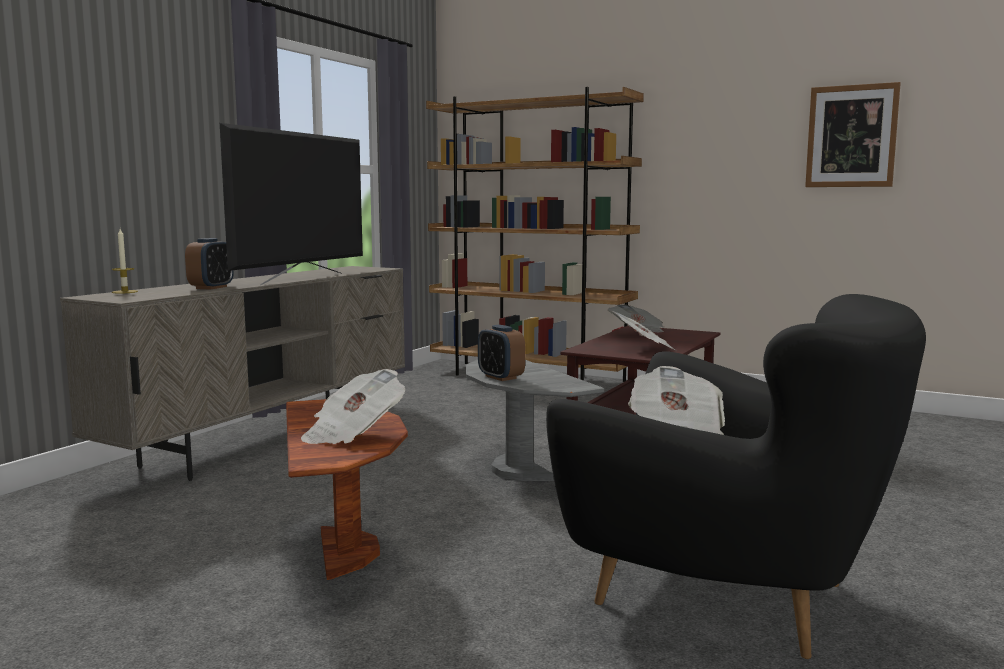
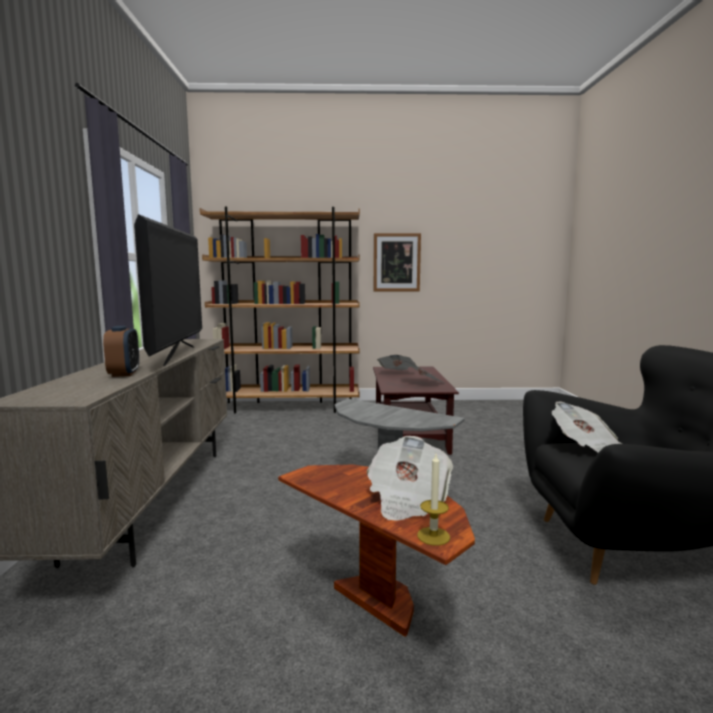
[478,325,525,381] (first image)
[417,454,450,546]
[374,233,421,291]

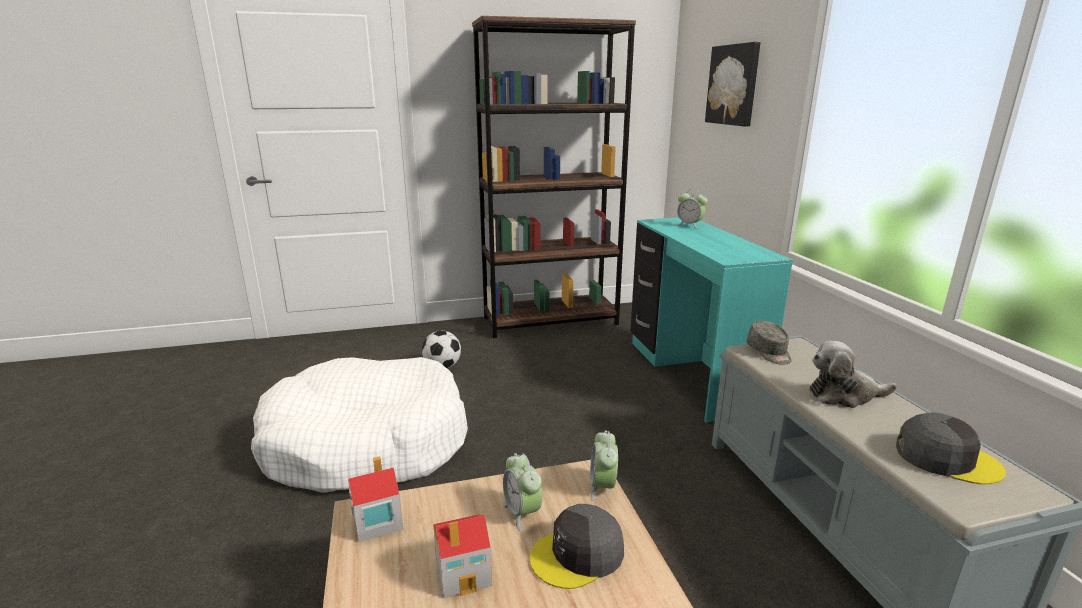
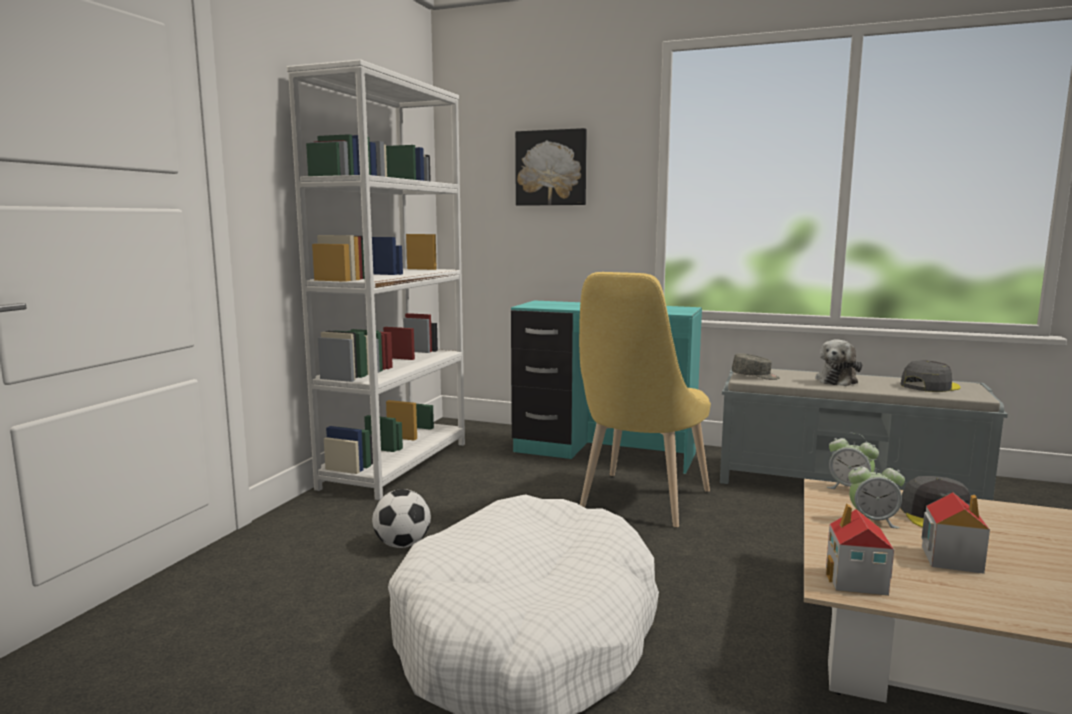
[676,189,707,229] (first image)
[579,272,711,528]
[287,59,465,500]

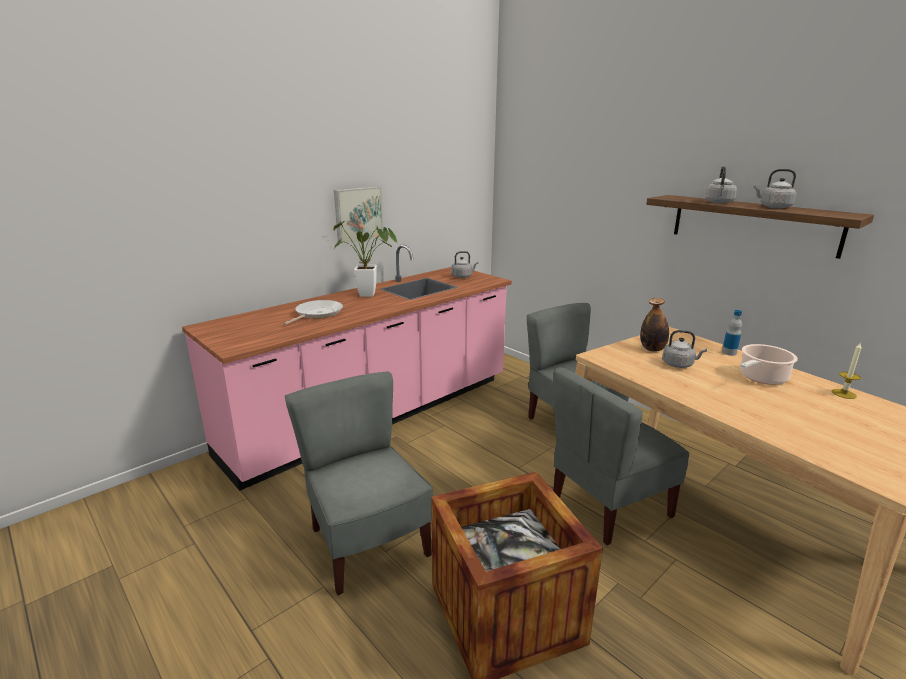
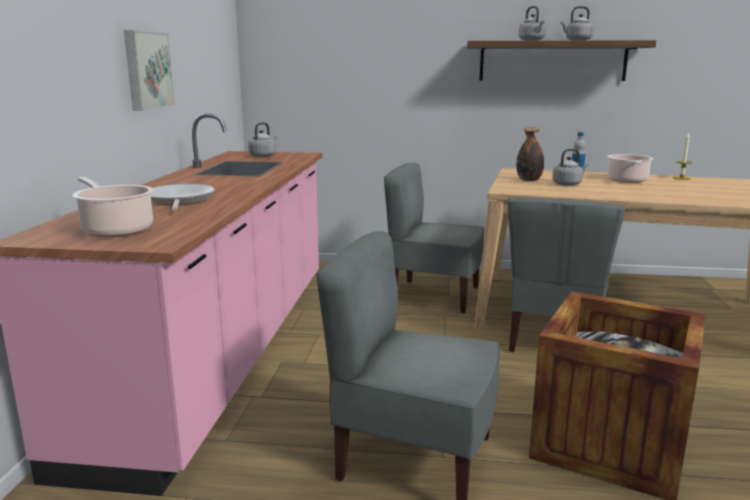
[333,221,397,297] (first image)
[72,177,154,237]

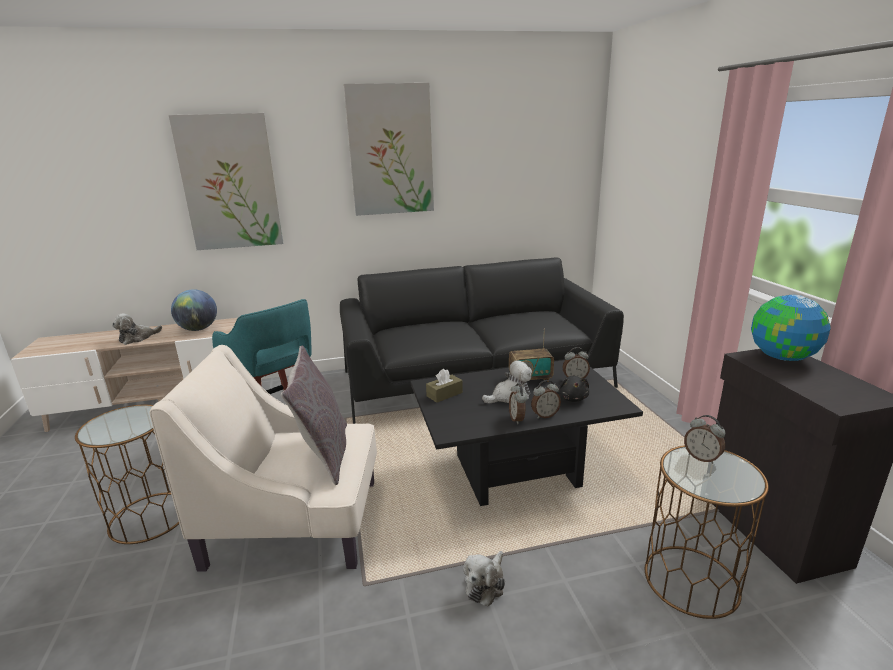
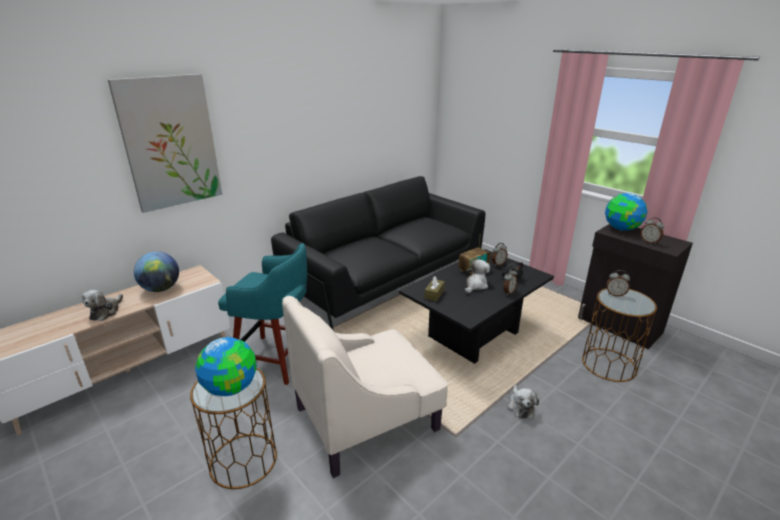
[281,345,347,485] (first image)
[344,83,434,216] (first image)
[195,337,257,396]
[641,217,664,244]

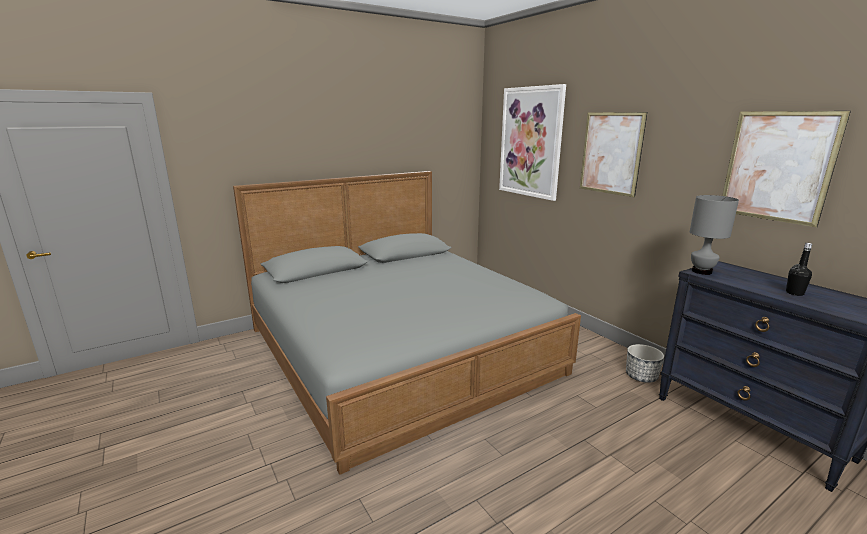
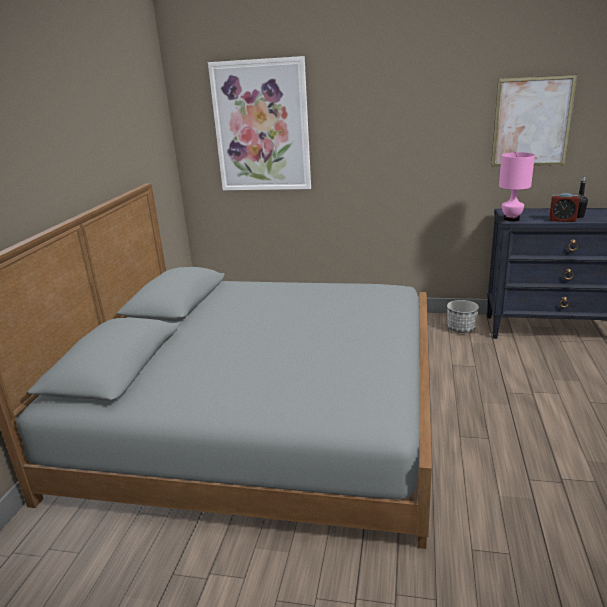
[580,112,647,197] (first image)
[549,193,580,222]
[499,152,535,221]

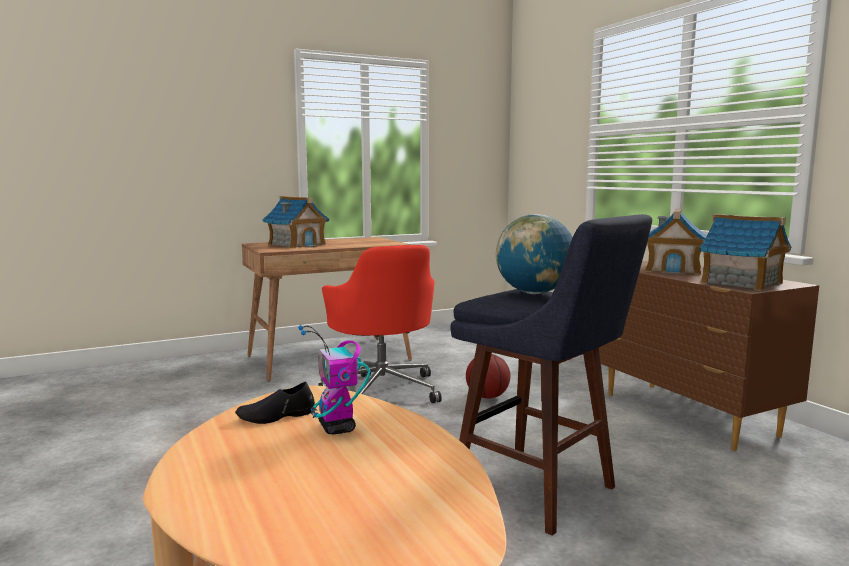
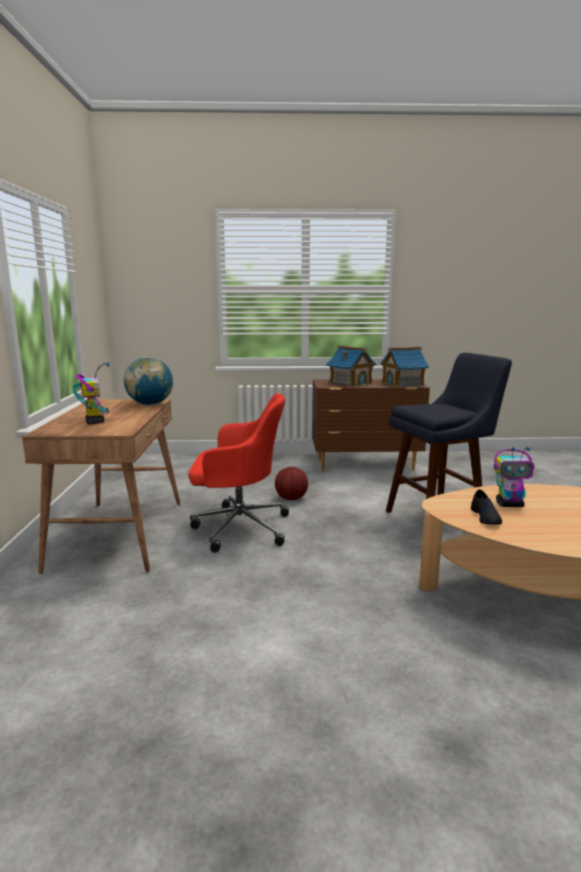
[124,357,173,406]
[73,362,110,424]

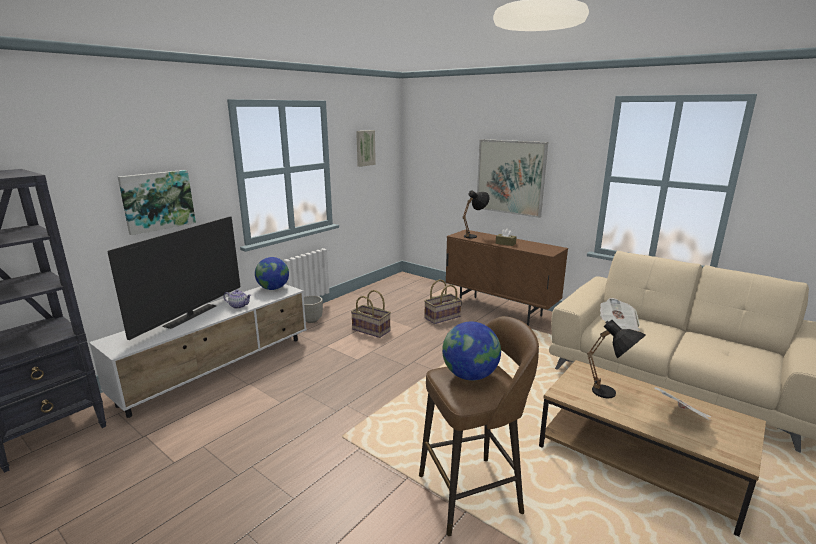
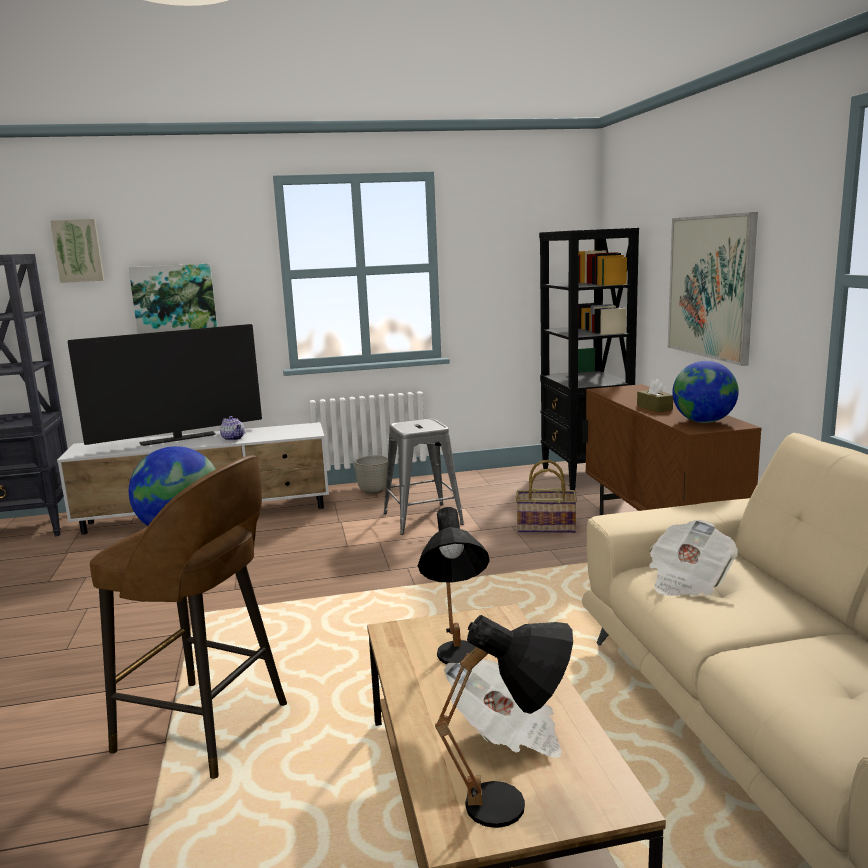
[539,228,639,490]
[672,361,739,423]
[50,219,104,283]
[435,615,573,828]
[384,419,464,535]

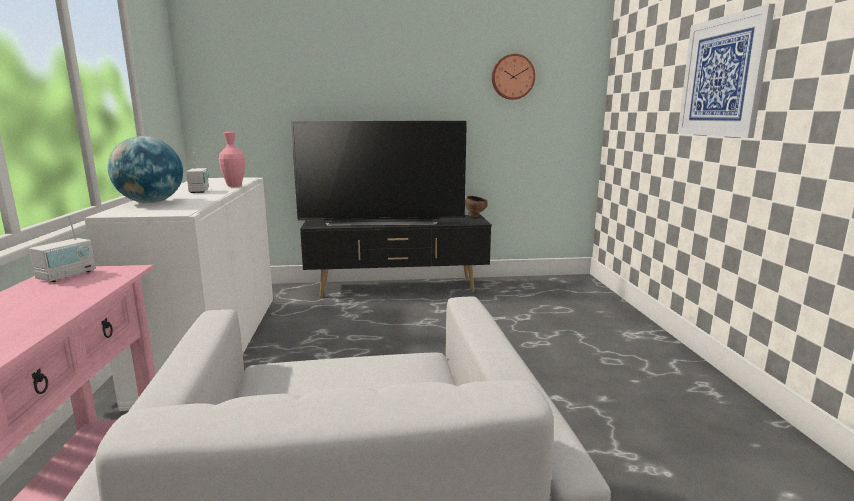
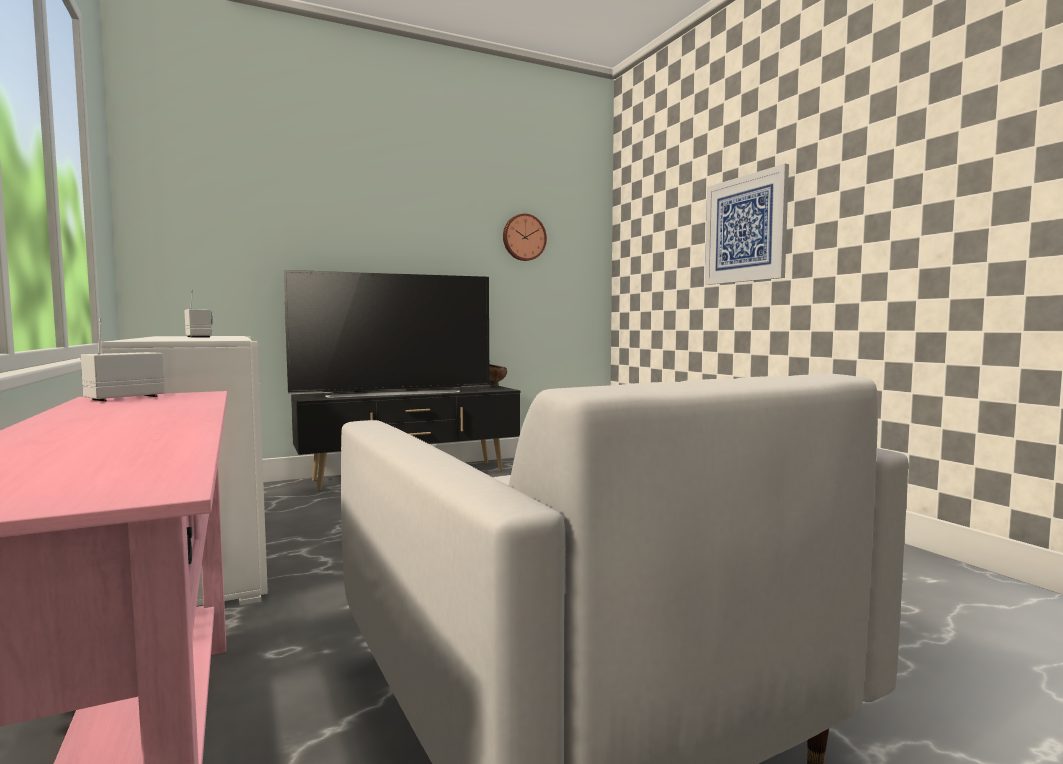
[108,136,183,203] (first image)
[219,132,245,187] (first image)
[81,318,165,402]

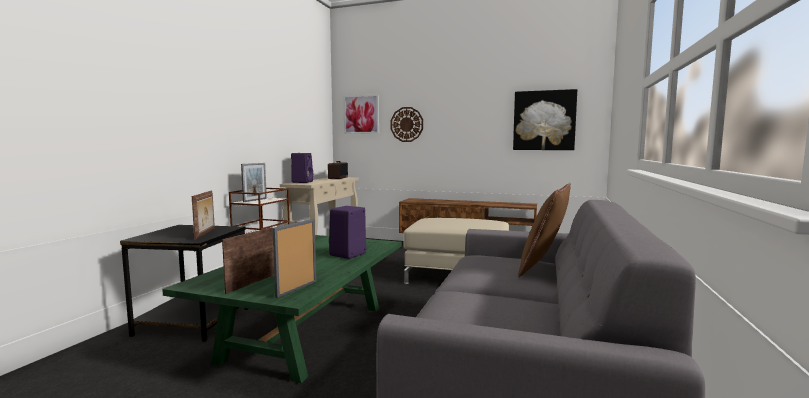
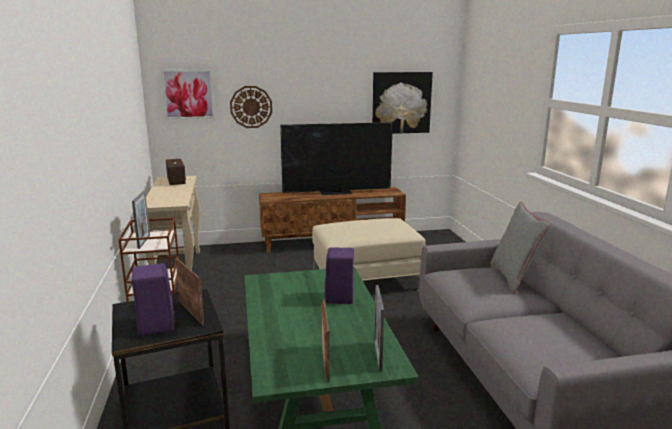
[280,122,393,195]
[132,263,175,336]
[491,202,549,293]

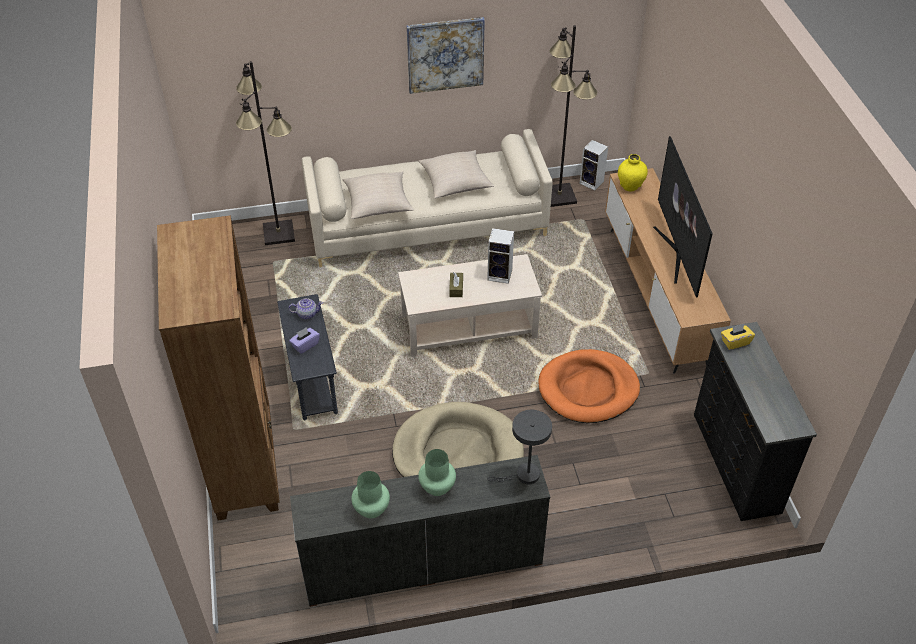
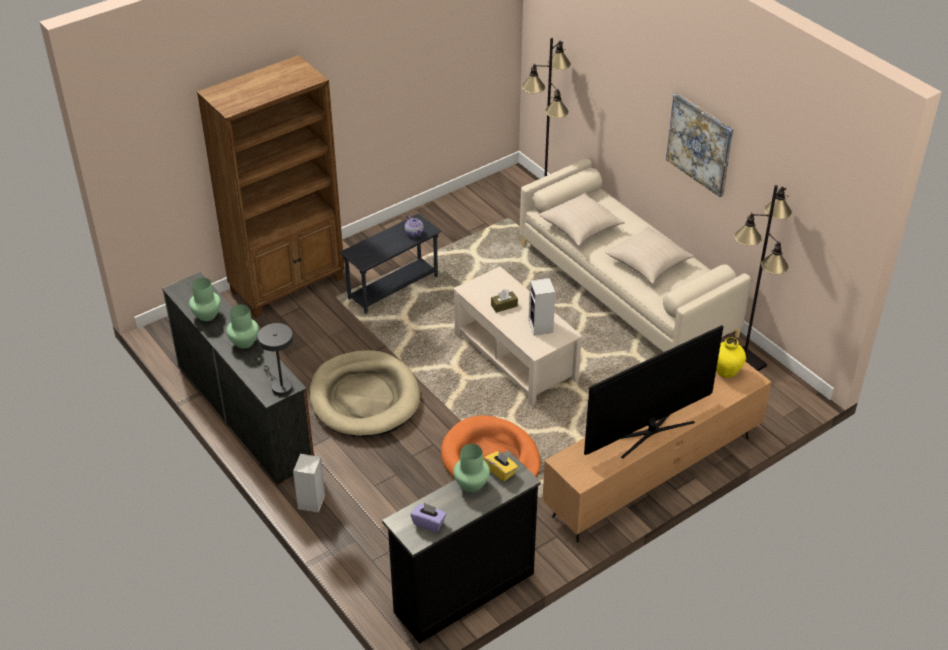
[453,444,490,492]
[411,503,447,532]
[293,454,325,513]

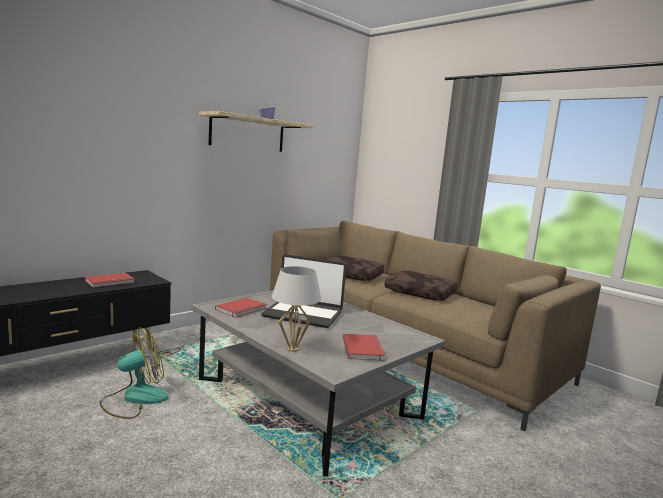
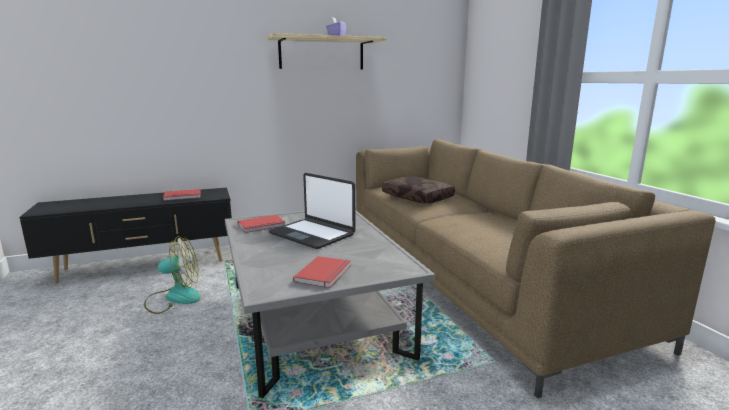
[272,266,321,352] (first image)
[384,271,457,301] (first image)

